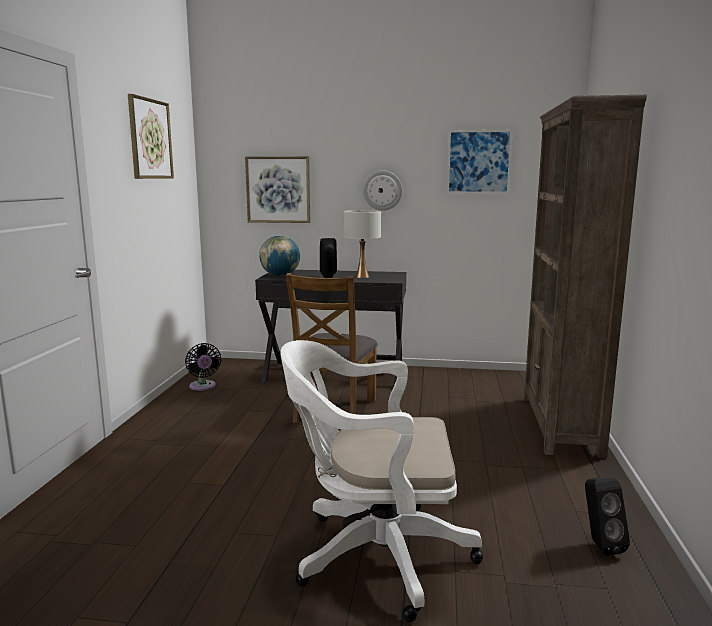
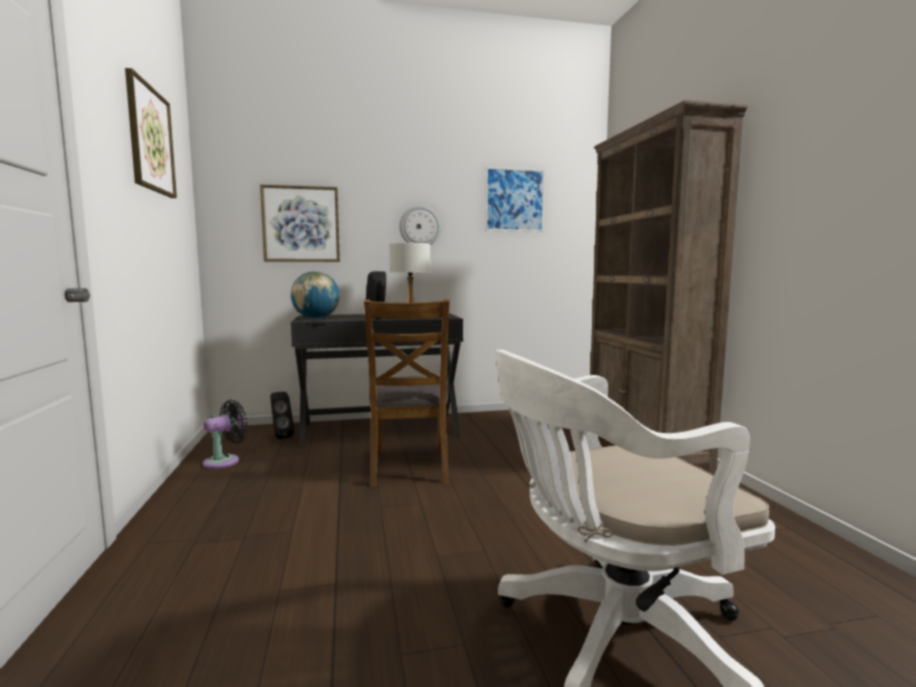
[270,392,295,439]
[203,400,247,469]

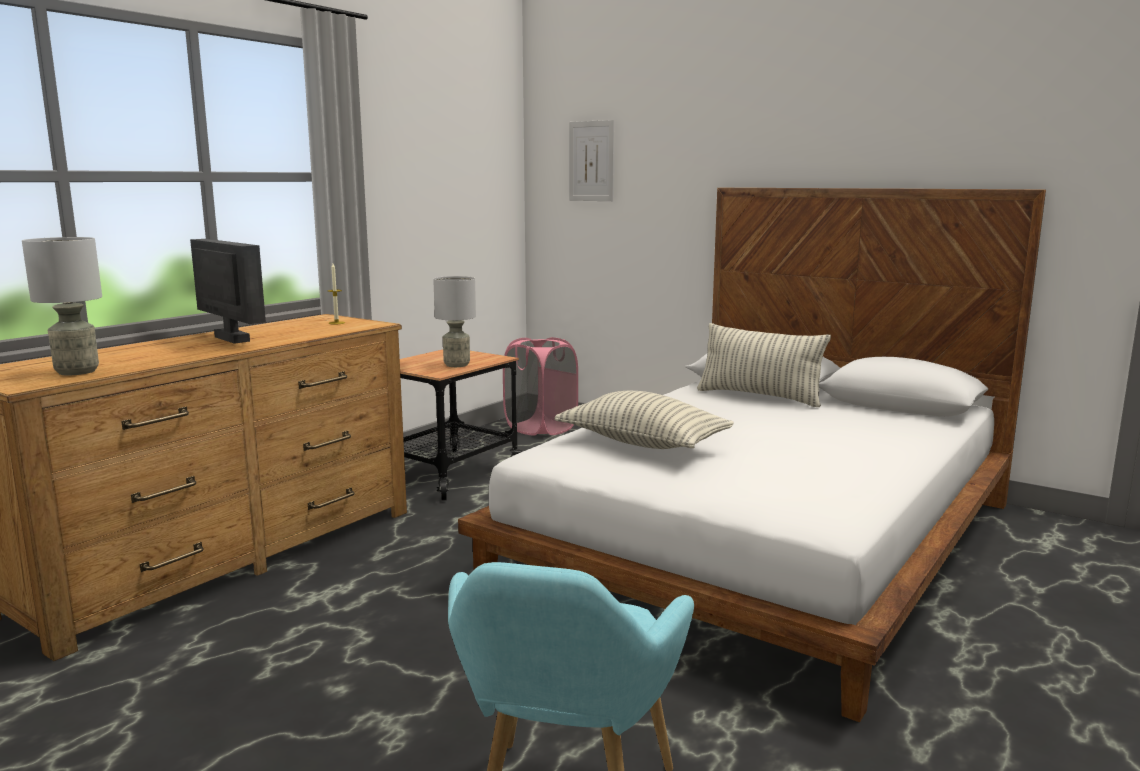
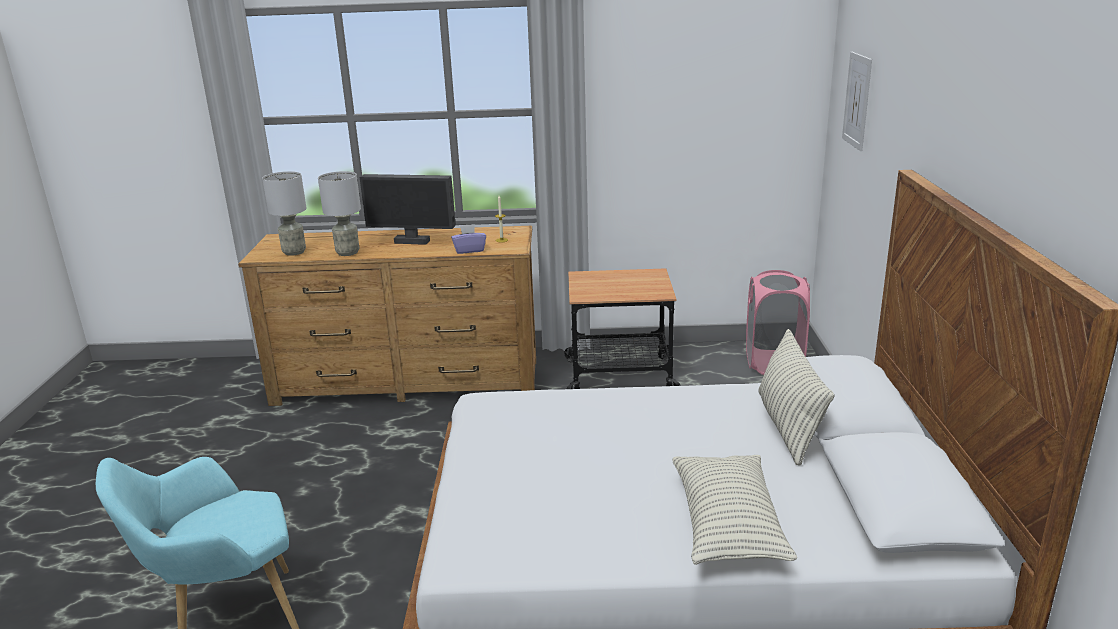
[451,224,486,254]
[318,171,361,256]
[672,455,797,565]
[360,174,456,245]

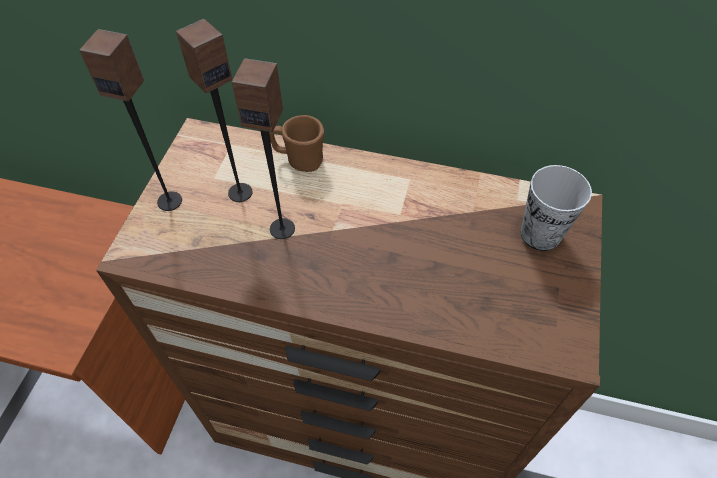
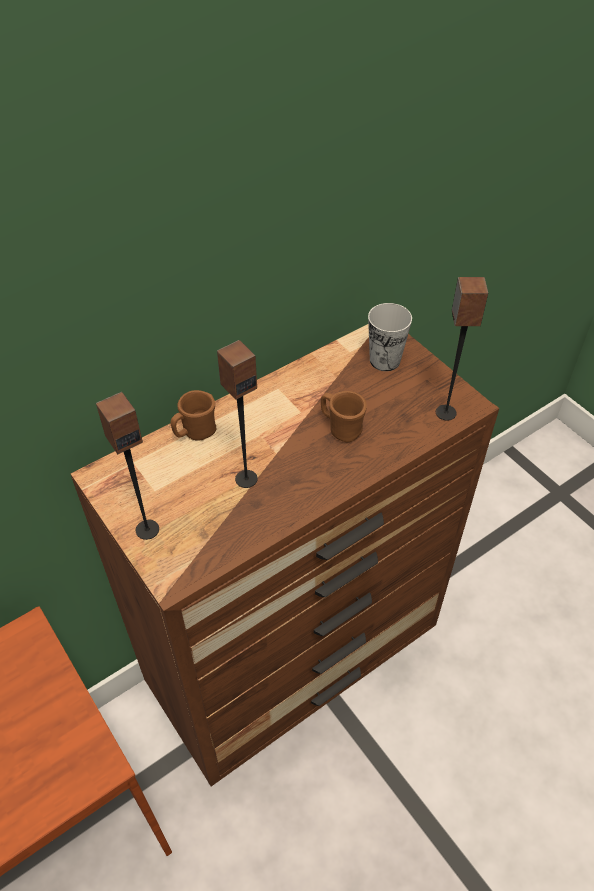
[321,391,367,442]
[436,277,488,421]

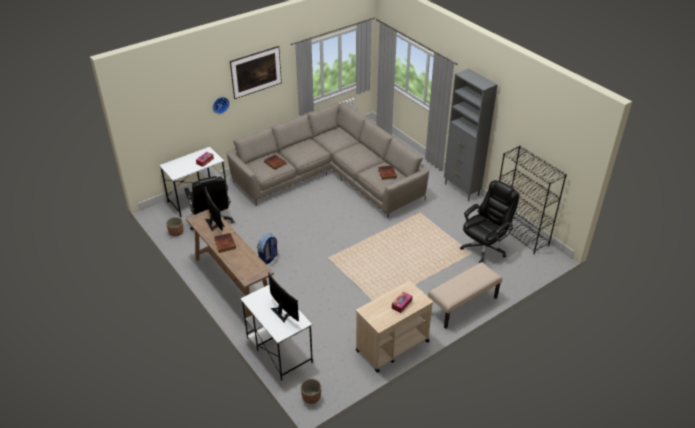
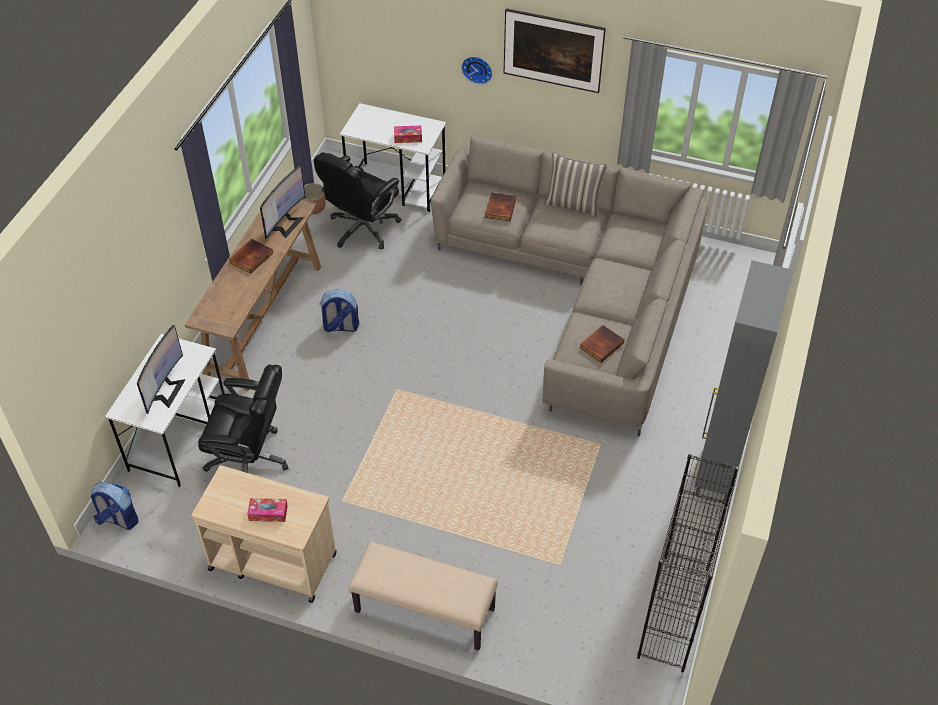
[544,153,608,217]
[198,364,288,473]
[90,482,138,530]

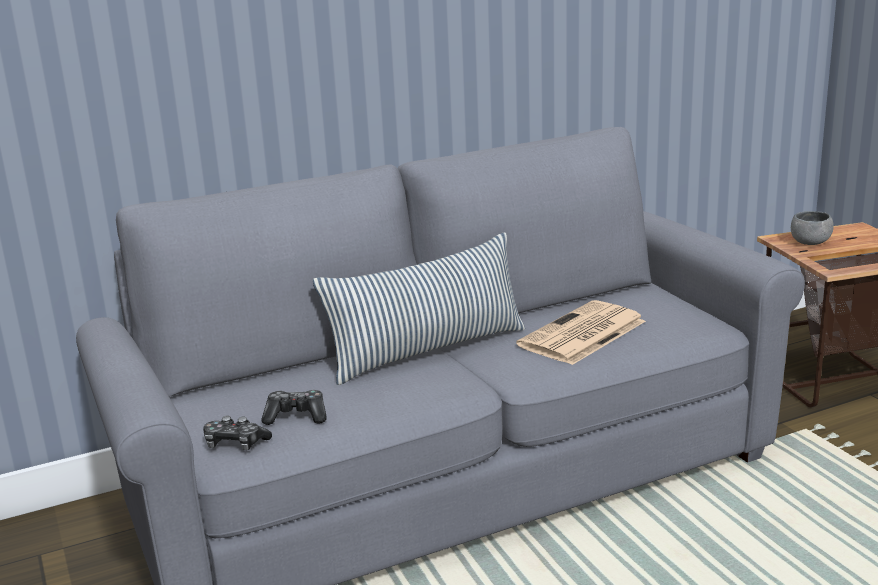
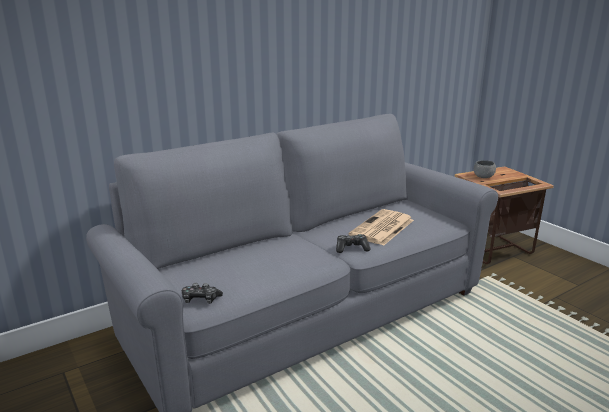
[313,233,525,385] (first image)
[336,234,371,253]

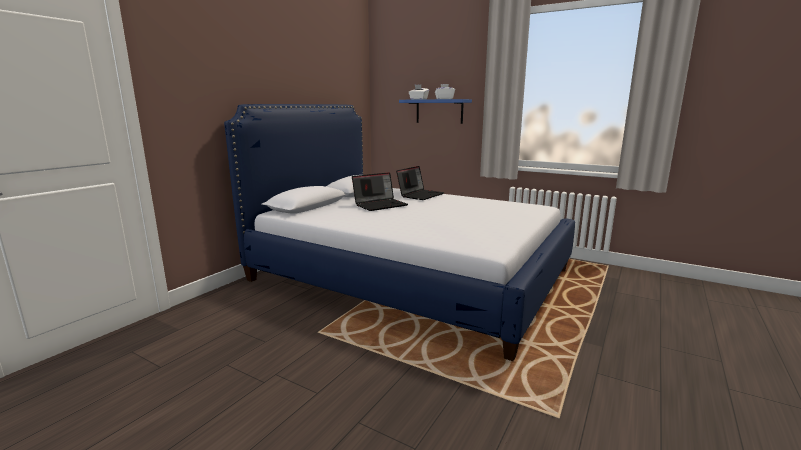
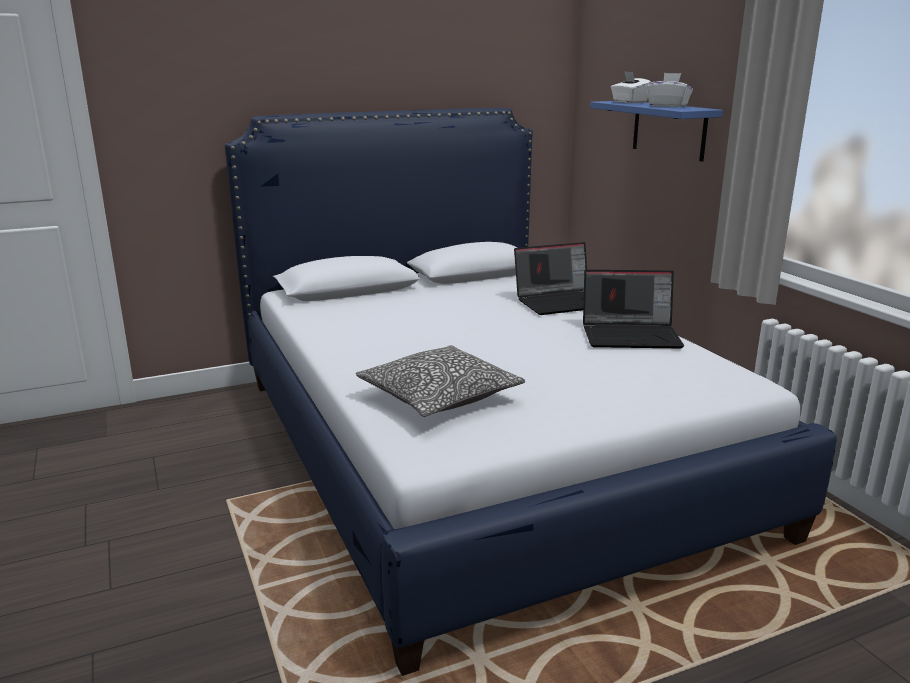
[356,345,525,417]
[583,270,684,348]

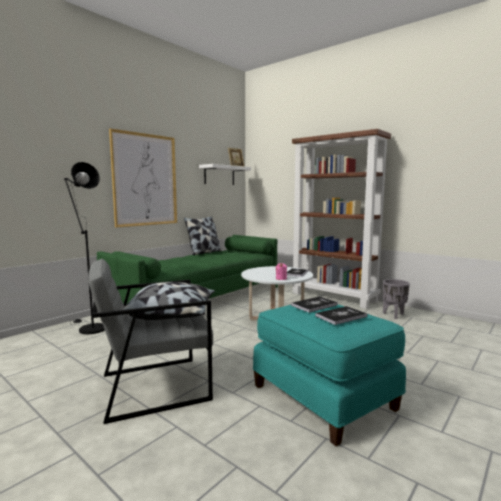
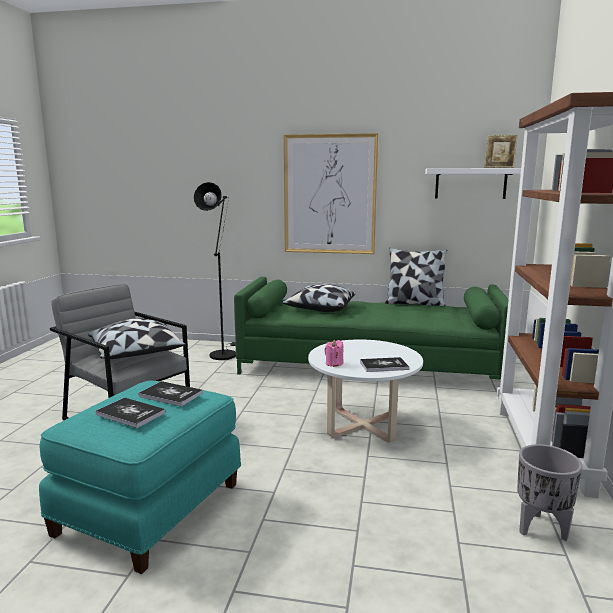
[282,284,355,312]

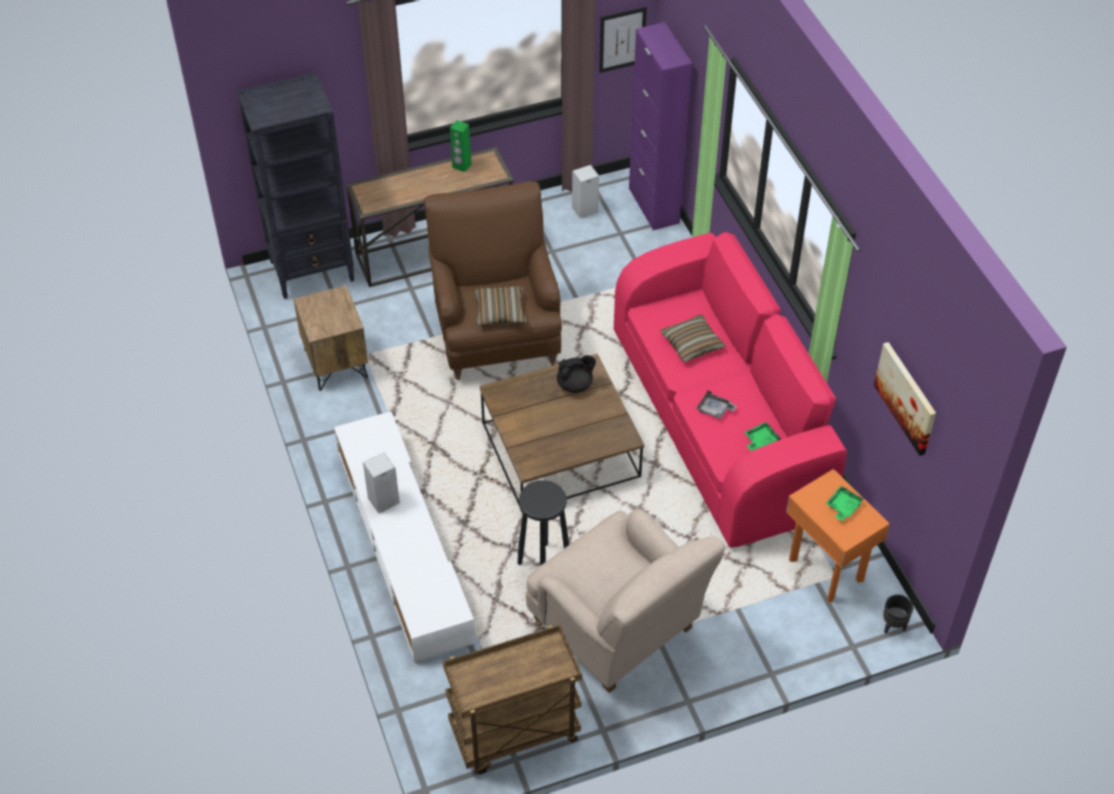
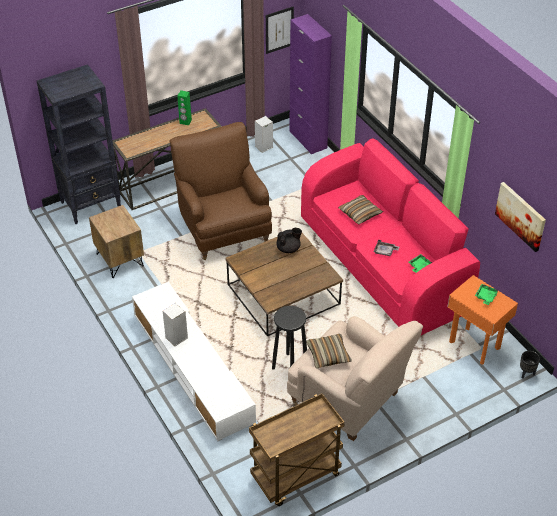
[306,334,352,369]

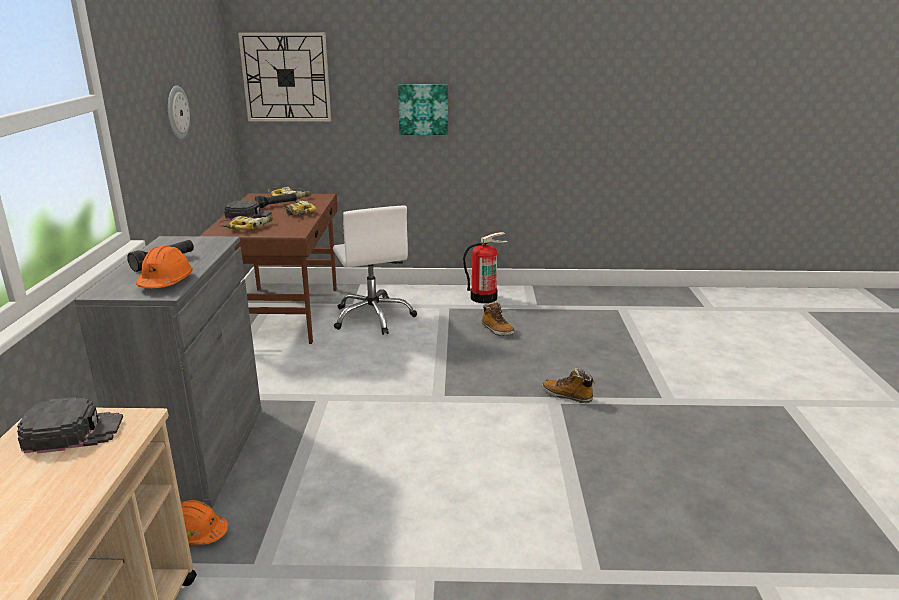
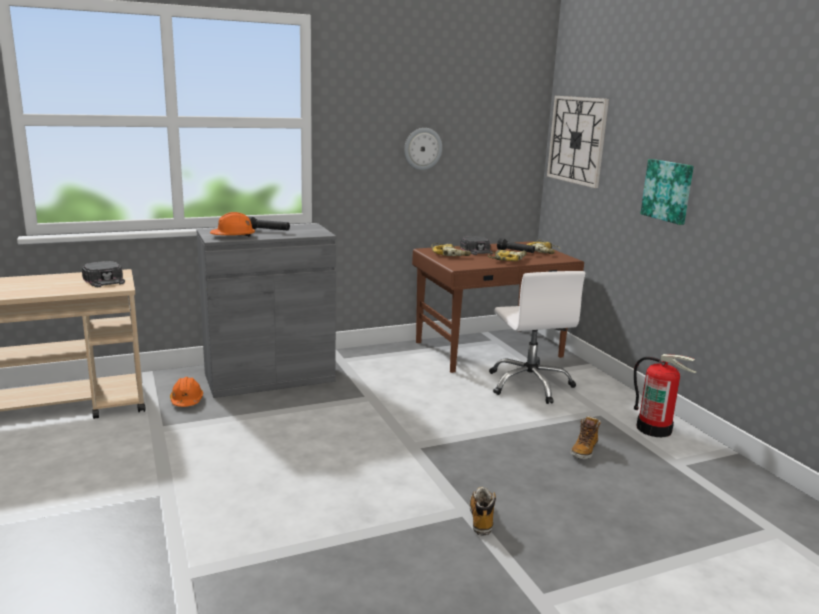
[489,271,585,404]

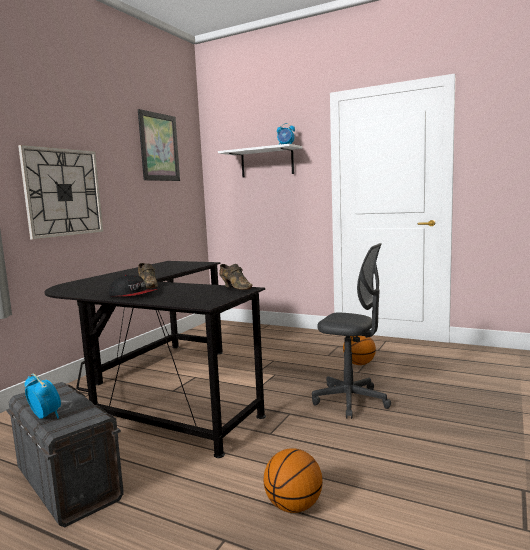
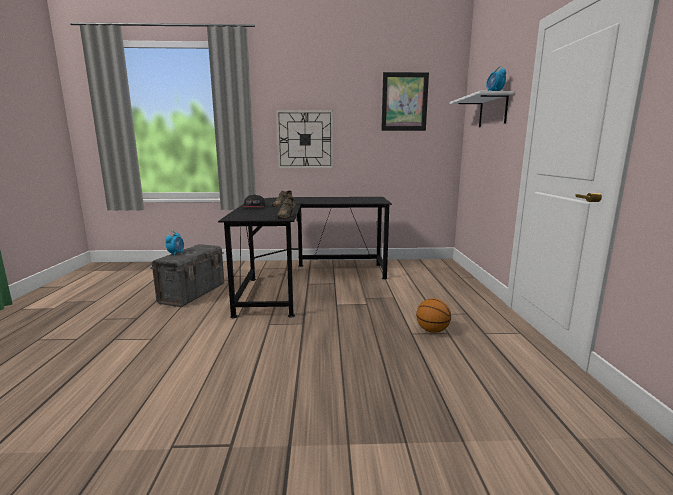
[264,448,322,513] (first image)
[312,243,391,419] (first image)

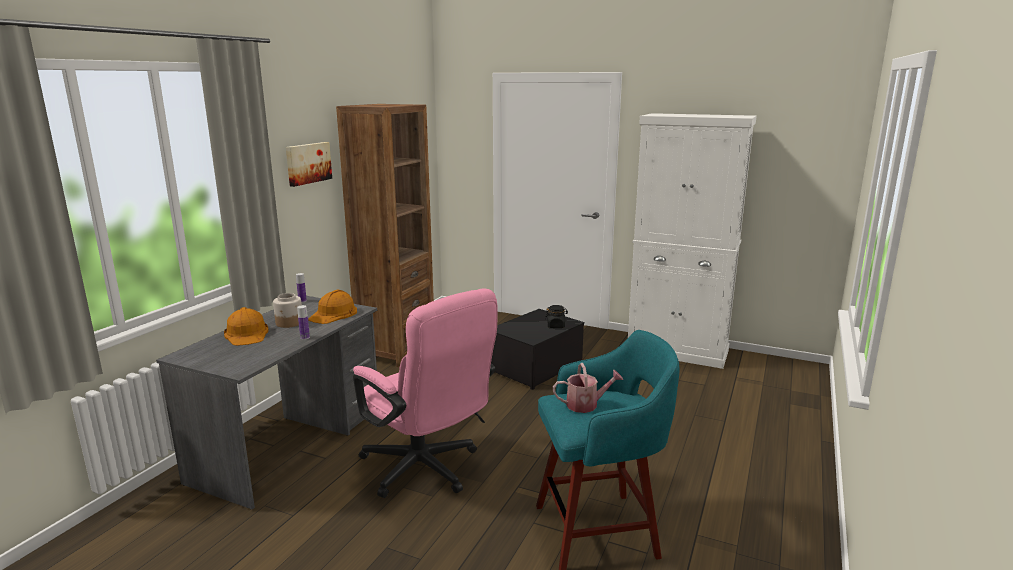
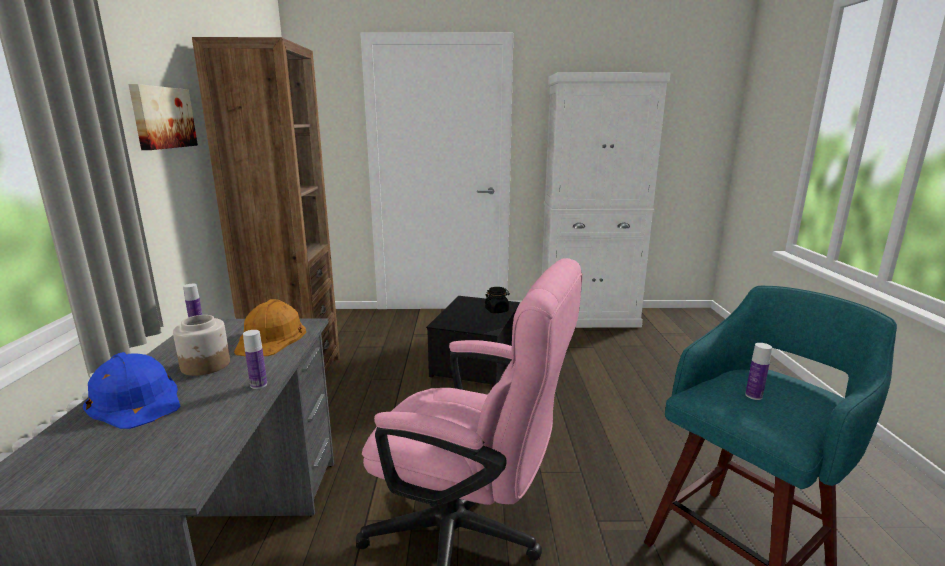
[745,343,772,400]
[83,352,180,429]

